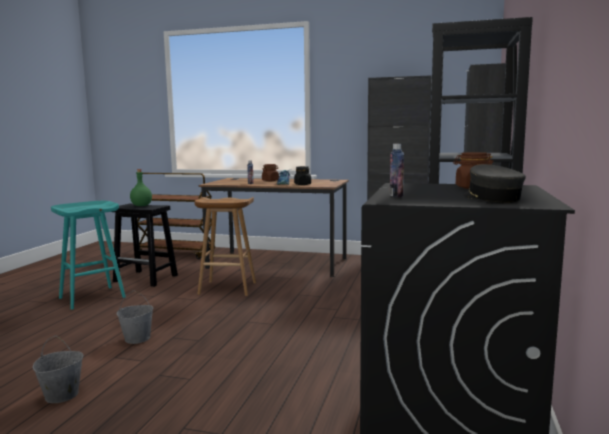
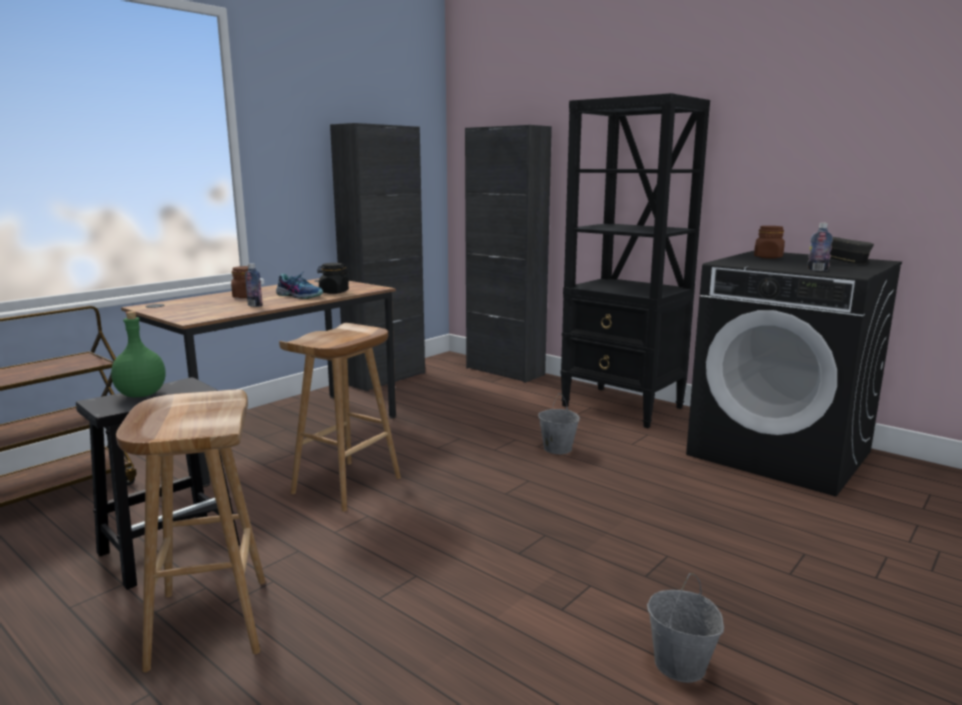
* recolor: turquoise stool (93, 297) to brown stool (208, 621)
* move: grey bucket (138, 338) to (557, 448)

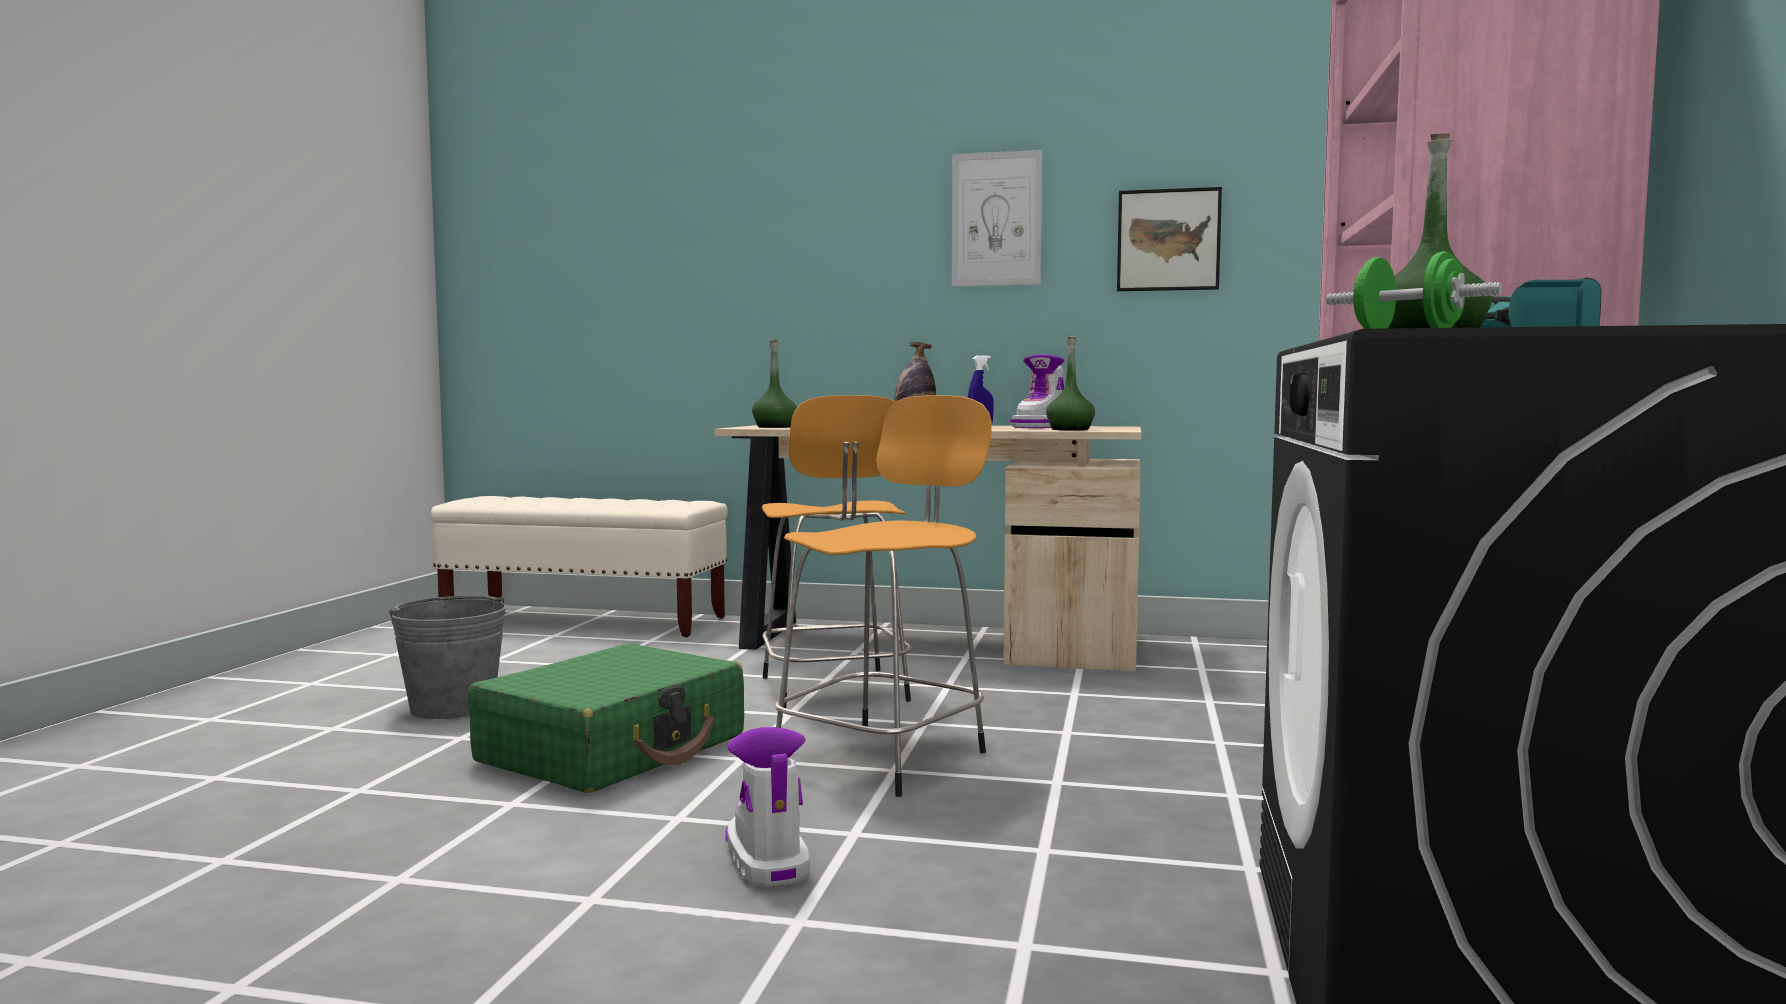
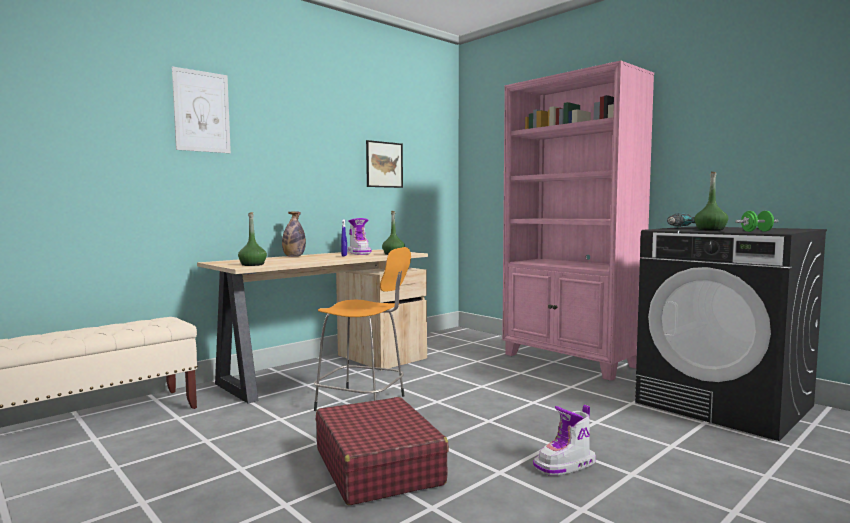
* move: picture (996, 219) to (202, 111)
* delete: orange stool (885, 756)
* delete: grey bucket (453, 707)
* recolor: green suitcase (614, 749) to red suitcase (378, 466)
* rotate: boot (766, 859) = (565, 465) 45 degrees counterclockwise

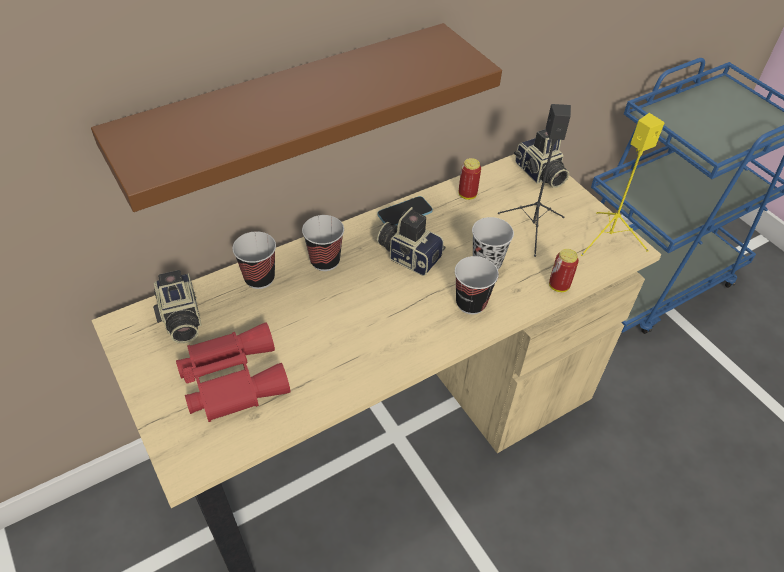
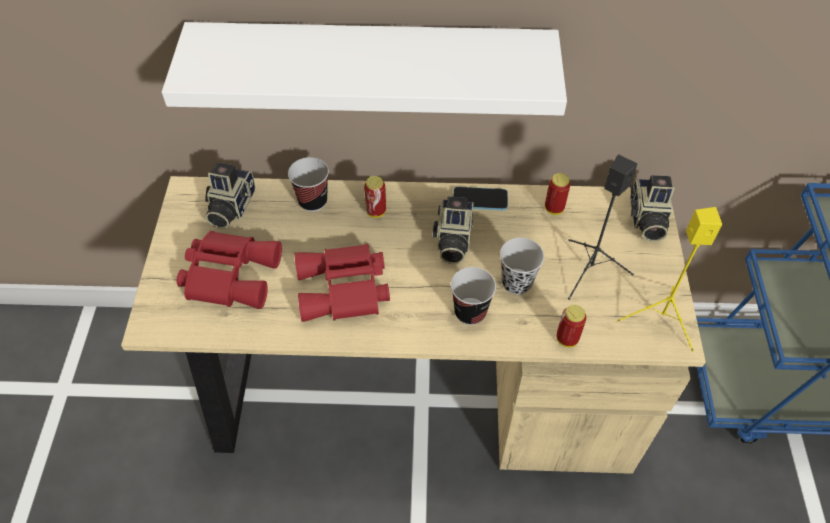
* recolor: brown shelf (288, 114) to white shelf (372, 66)
* rotate: photo camera (409, 255) = (452, 241) 150 degrees counterclockwise
* replace: cup (325, 261) to can (376, 211)
* insert: red binoculars (344, 290)

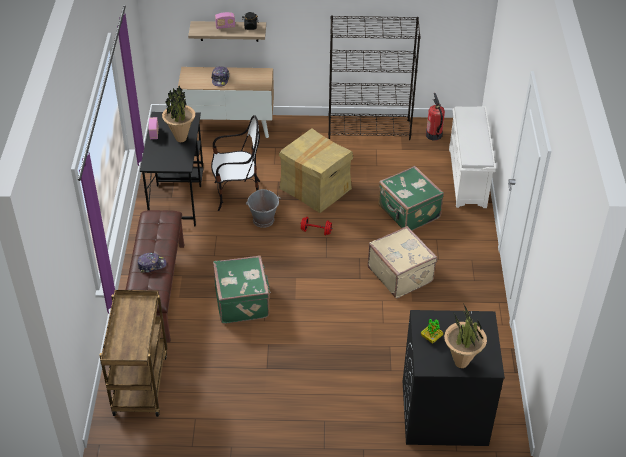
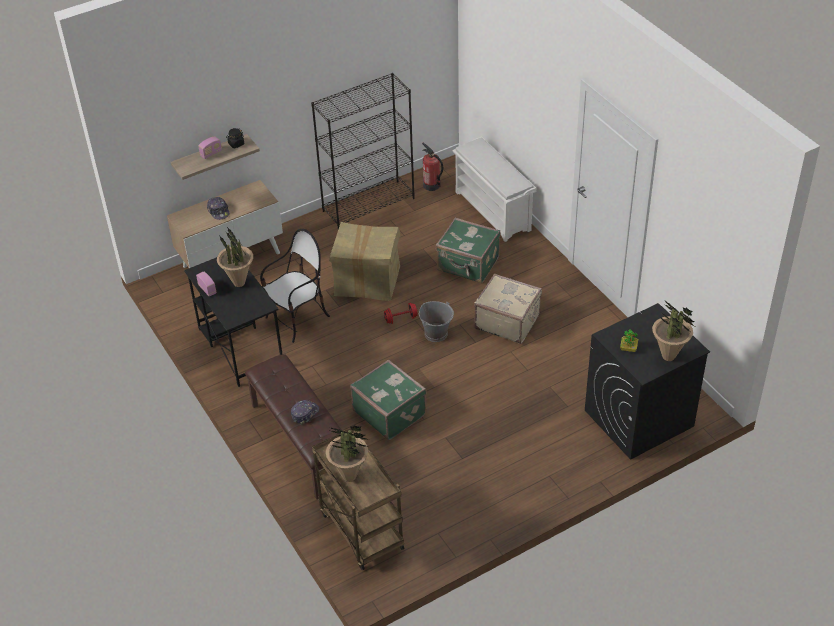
* move: grey bucket (264, 220) to (436, 333)
* insert: potted plant (349, 476)

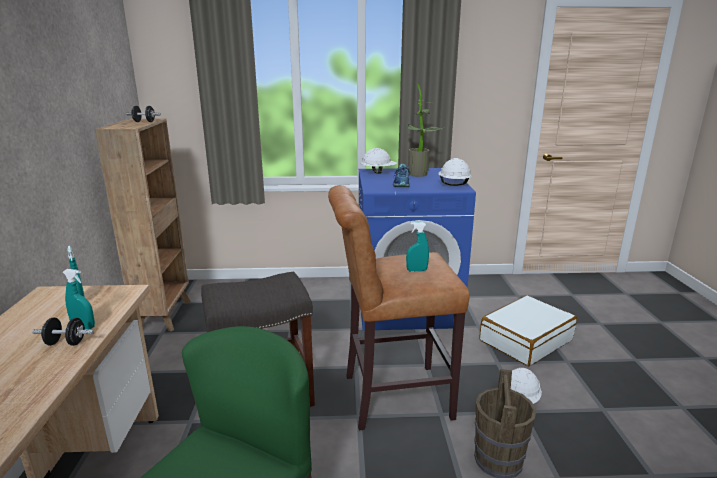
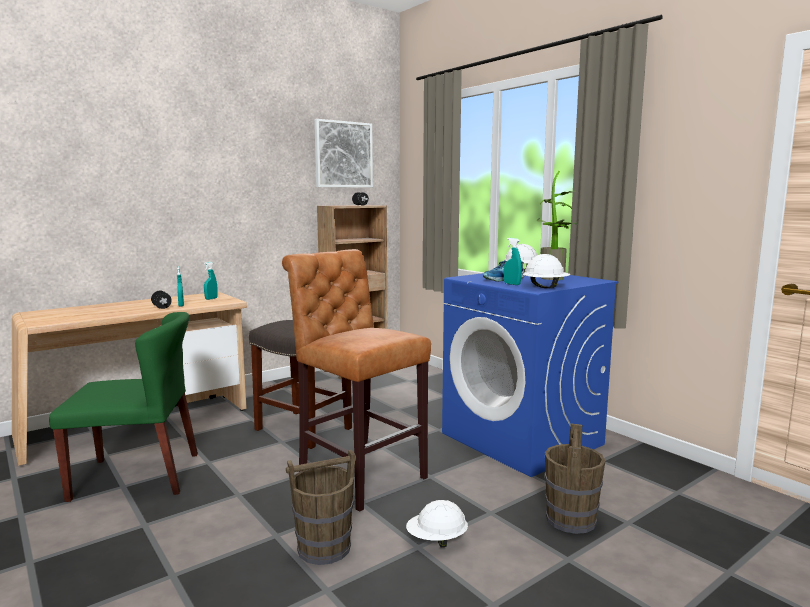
* move: turquoise spray bottle (416, 270) to (512, 284)
* replace: white suitcase (525, 340) to brown bucket (570, 519)
* insert: picture (343, 154)

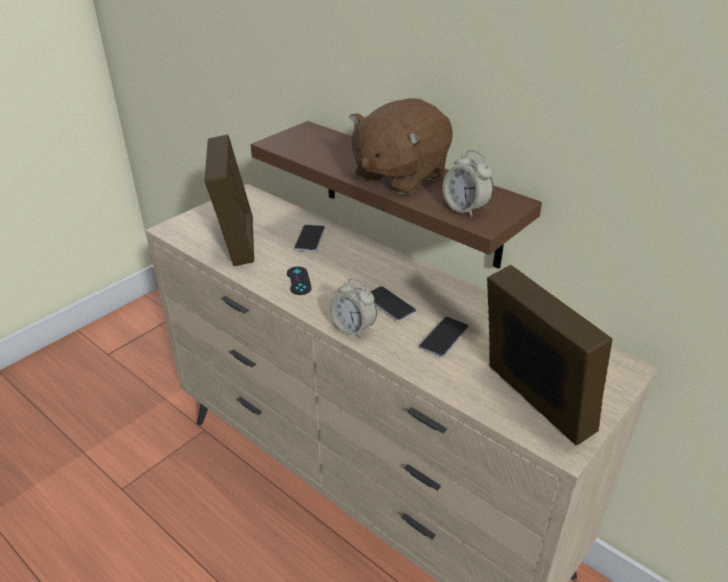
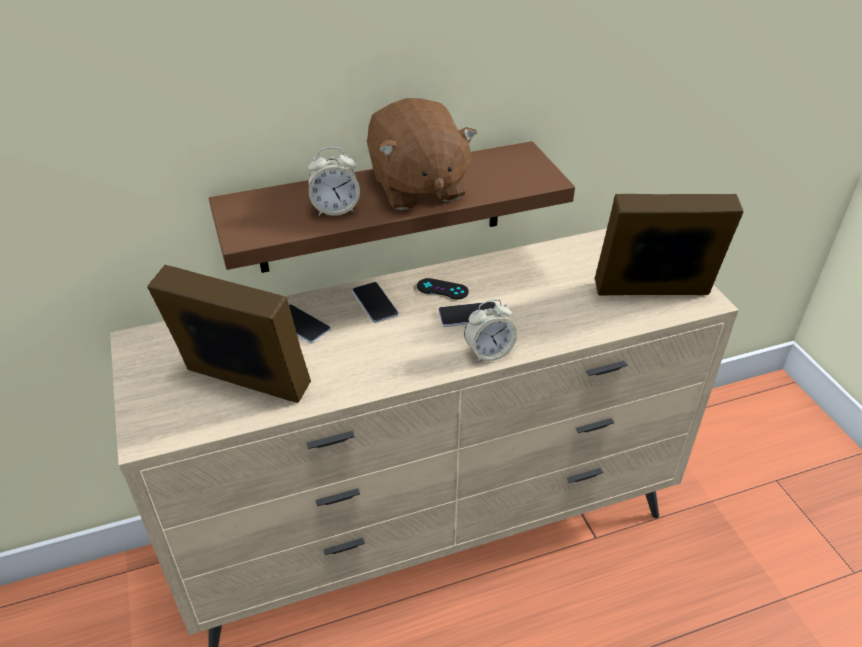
* move: alarm clock (465, 209) to (335, 209)
* move: black game controller (299, 281) to (442, 289)
* move: phone (444, 337) to (375, 303)

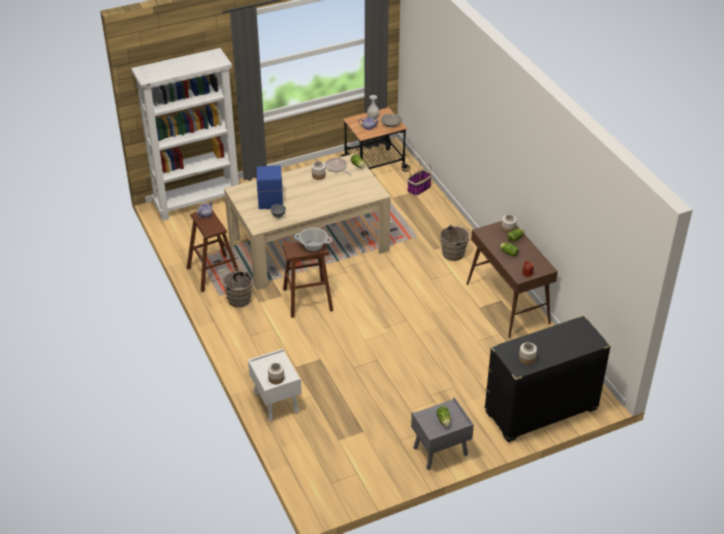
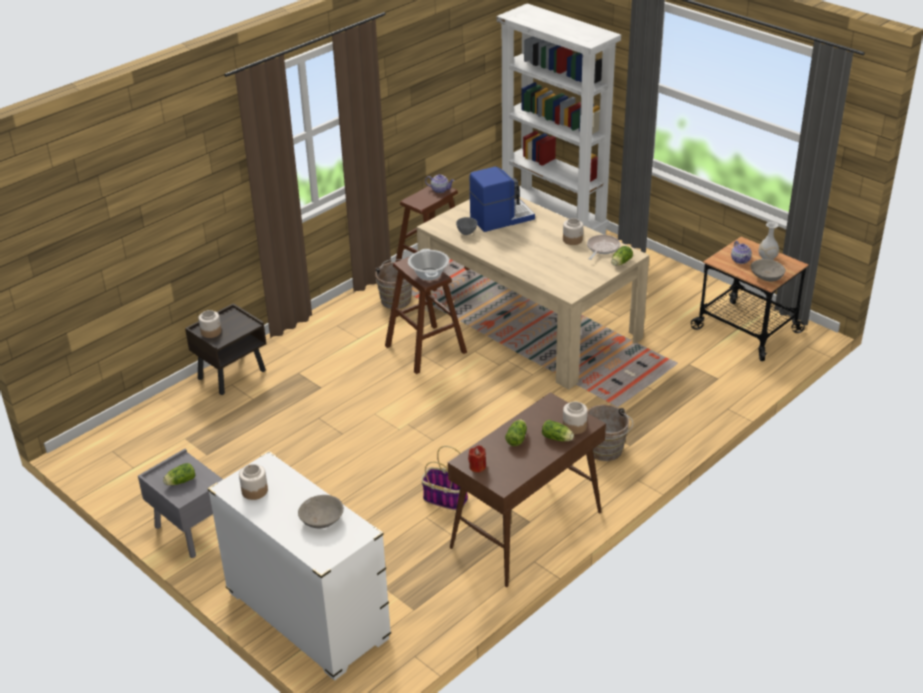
* move: basket (419, 188) to (444, 498)
* recolor: black dresser (540, 411) to white dresser (307, 616)
* recolor: white nightstand (275, 402) to brown nightstand (232, 374)
* insert: grey bowl (322, 519)

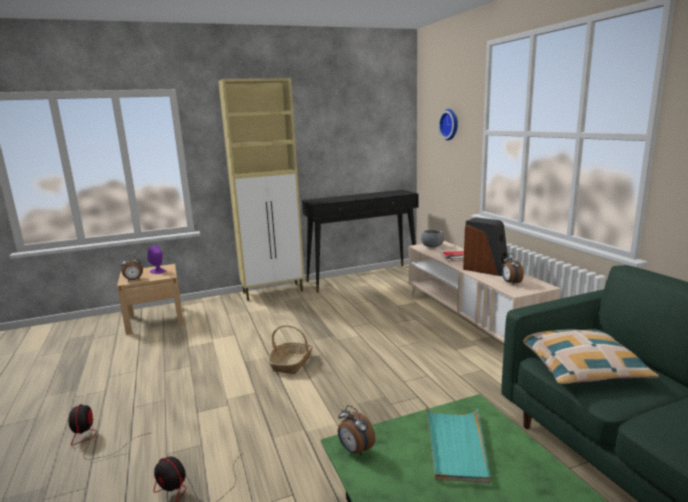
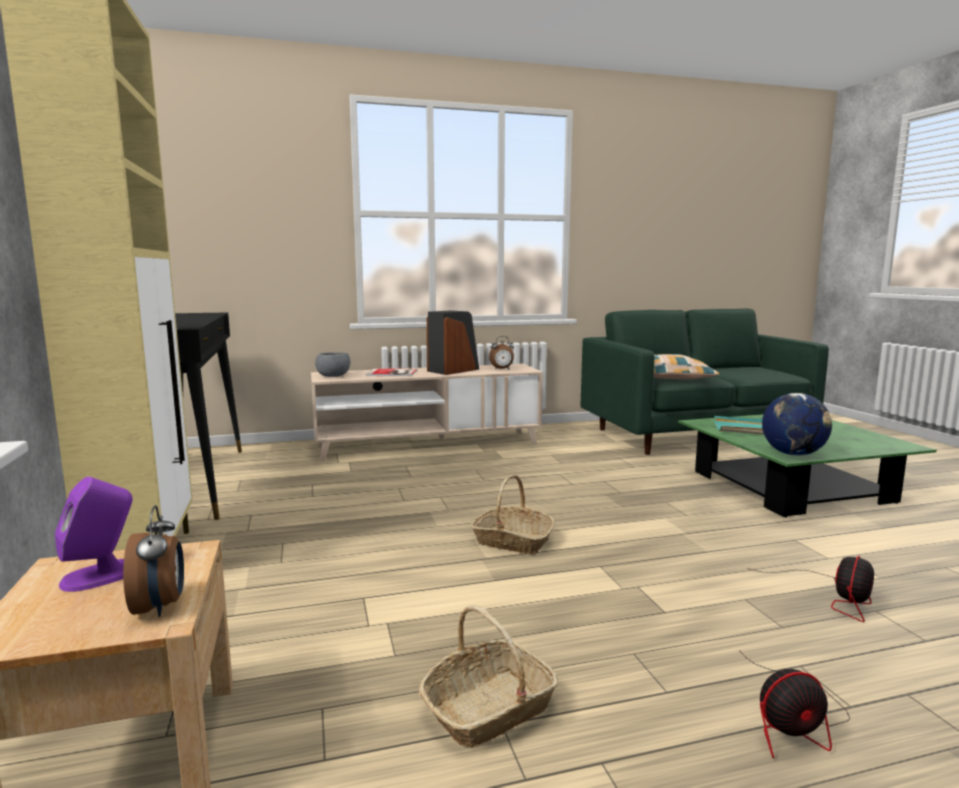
* delete: wall clock (450, 124)
* replace: alarm clock (355, 450) to globe (793, 454)
* insert: basket (489, 709)

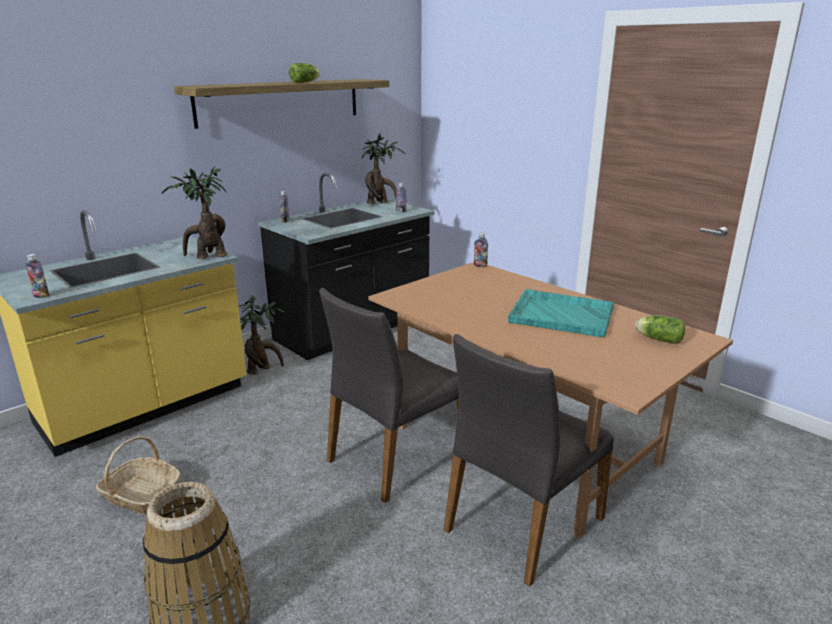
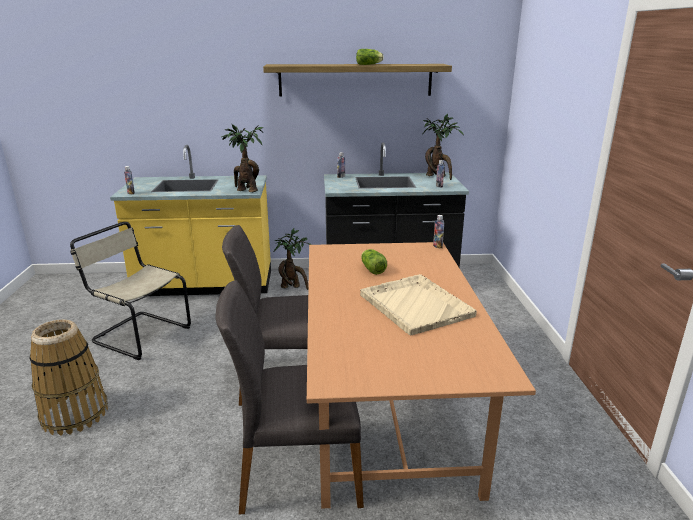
* recolor: turquoise tray (560, 315) to beige tray (415, 305)
* move: lettuce (657, 339) to (372, 269)
* replace: basket (141, 495) to beige chair (139, 334)

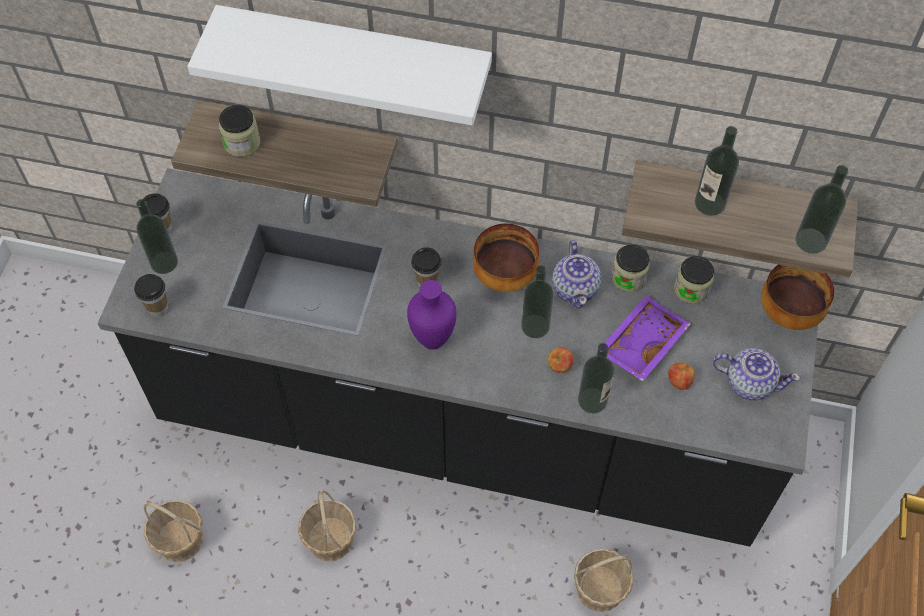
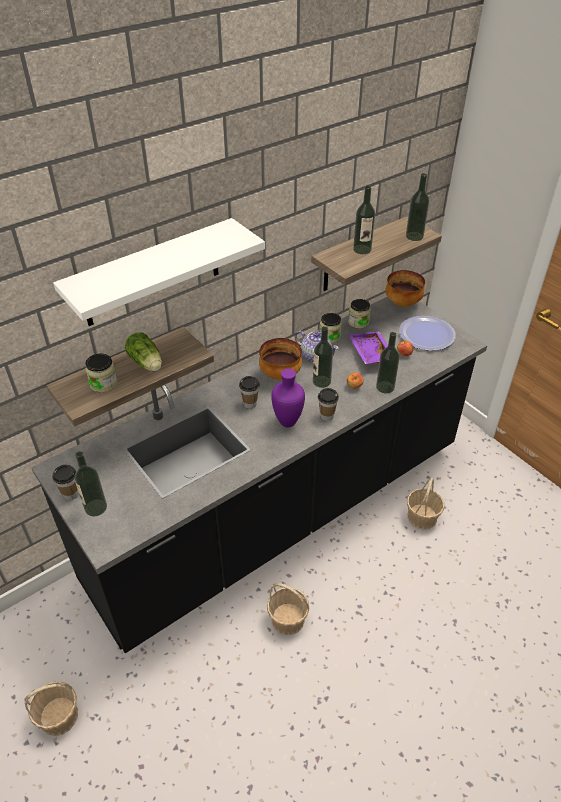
* move: cup (158, 308) to (326, 416)
* replace: teapot (749, 382) to plate (426, 334)
* move: basket (180, 540) to (59, 716)
* insert: lettuce (147, 363)

